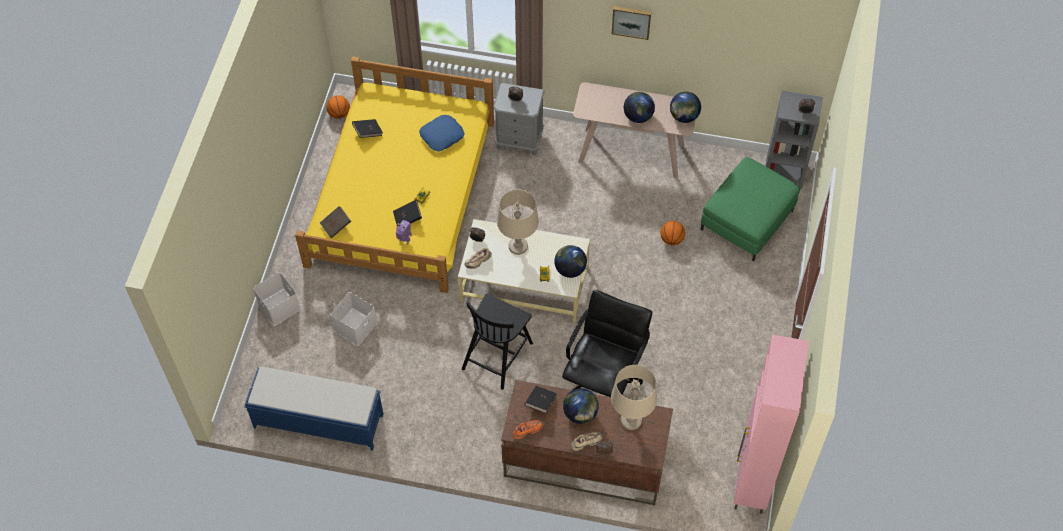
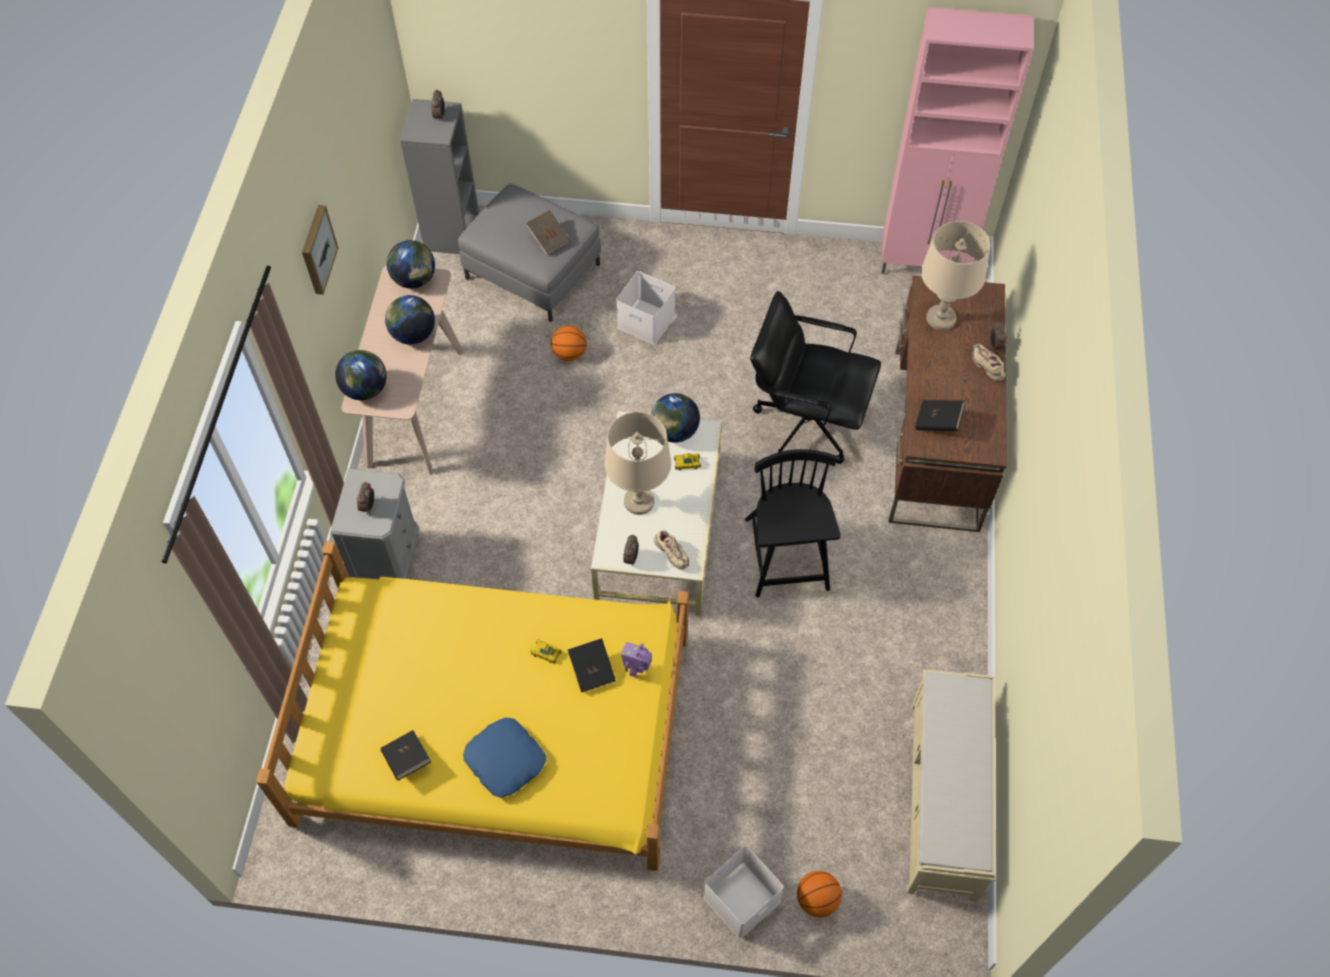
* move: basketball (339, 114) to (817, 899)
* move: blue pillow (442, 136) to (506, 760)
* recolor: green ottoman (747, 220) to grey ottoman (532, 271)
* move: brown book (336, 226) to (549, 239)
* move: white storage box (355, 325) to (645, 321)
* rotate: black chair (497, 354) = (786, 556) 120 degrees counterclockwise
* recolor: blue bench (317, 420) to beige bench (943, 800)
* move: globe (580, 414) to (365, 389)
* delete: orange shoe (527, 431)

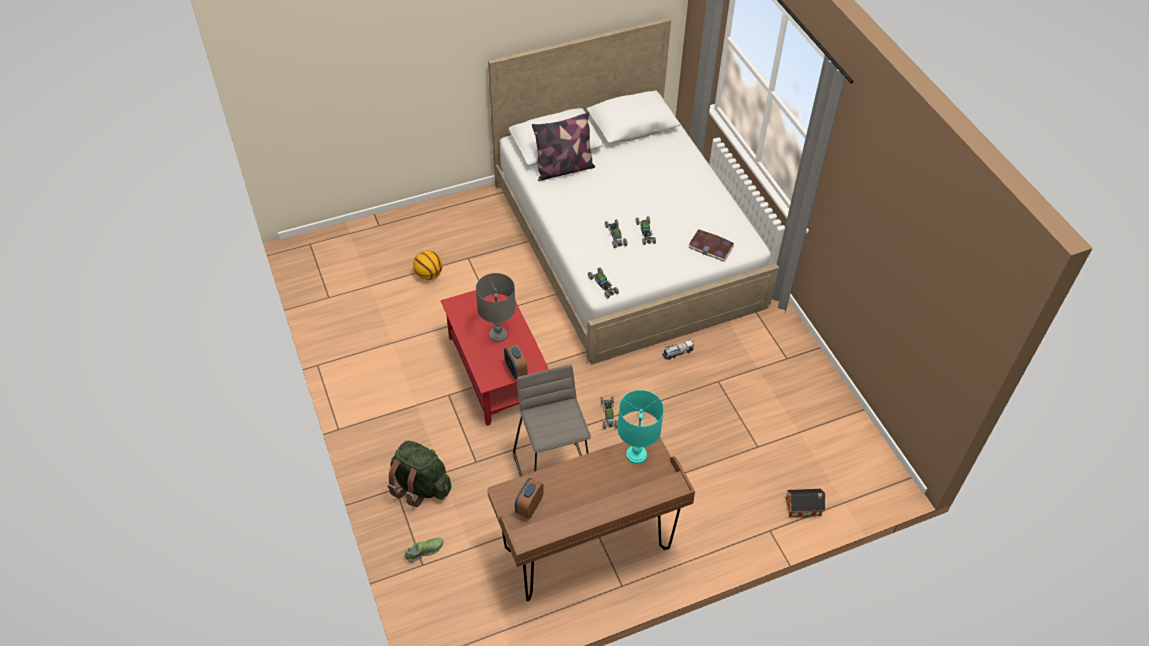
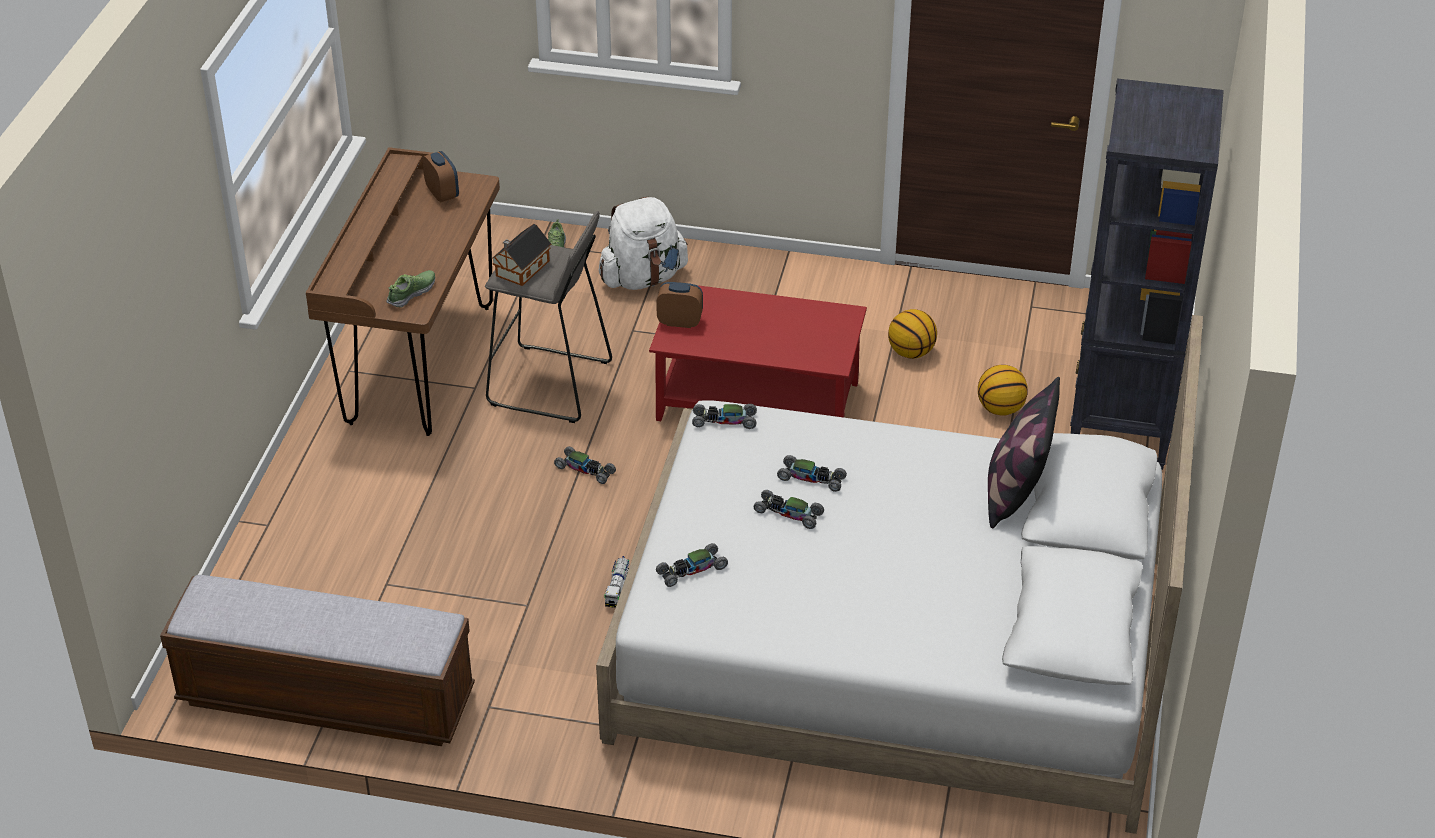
* replace: book (711, 247) to toy car (691, 570)
* delete: grey table lamp (498, 335)
* replace: turquoise table lamp (636, 455) to shoe (412, 293)
* recolor: green backpack (420, 486) to white backpack (643, 278)
* move: toy house (804, 507) to (520, 269)
* insert: black bookcase (1119, 426)
* insert: basketball (911, 353)
* insert: bench (326, 698)

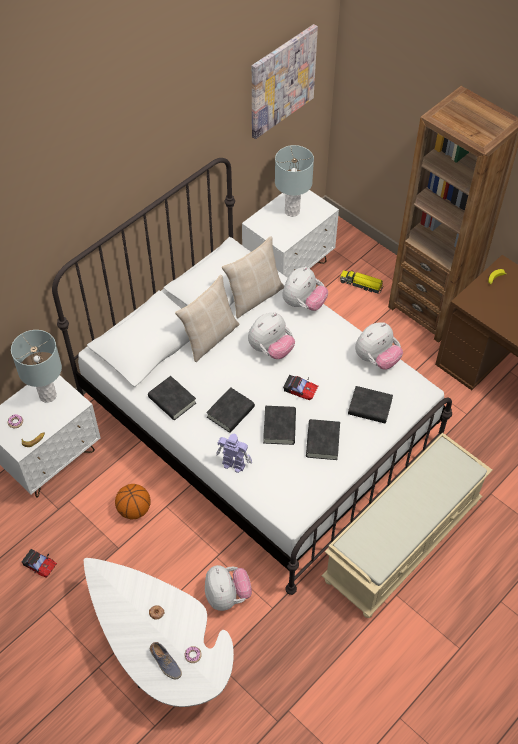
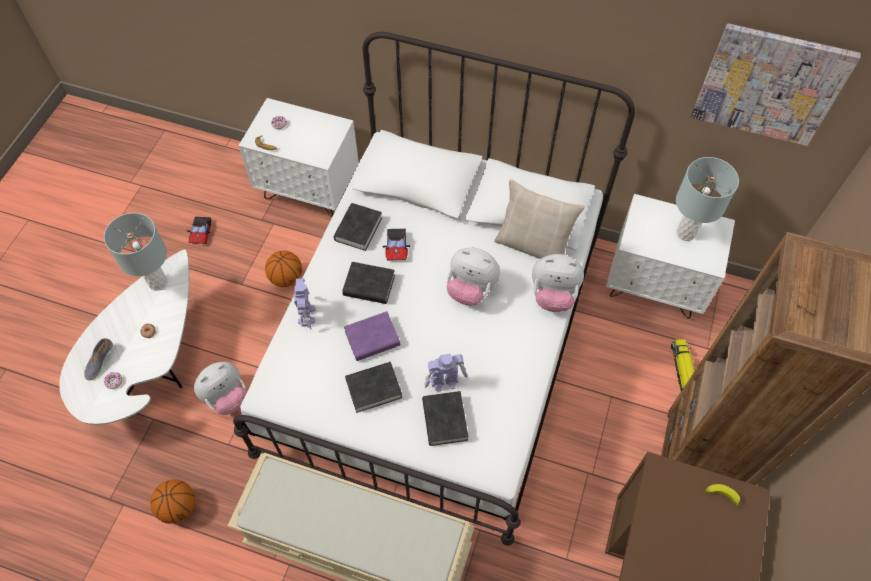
* delete: beige pillow (210, 337)
* delete: plush toy (376, 359)
* move: grey table lamp (48, 395) to (158, 283)
* move: toy car (300, 389) to (396, 247)
* recolor: black book (279, 427) to purple book (372, 339)
* insert: toy robot (445, 381)
* insert: basketball (178, 507)

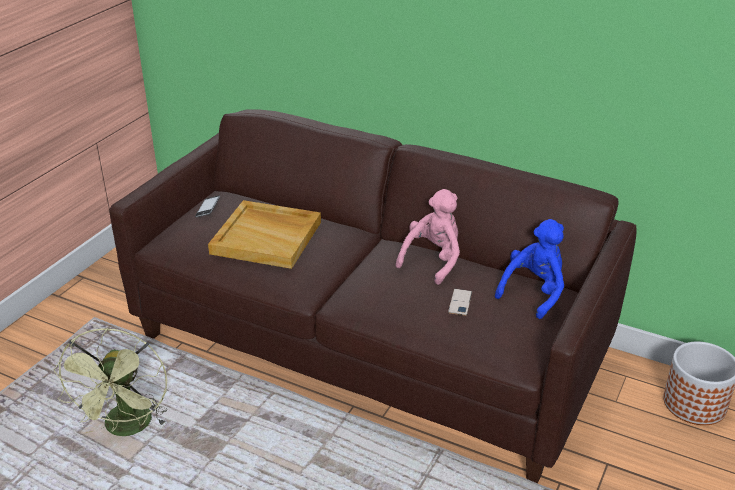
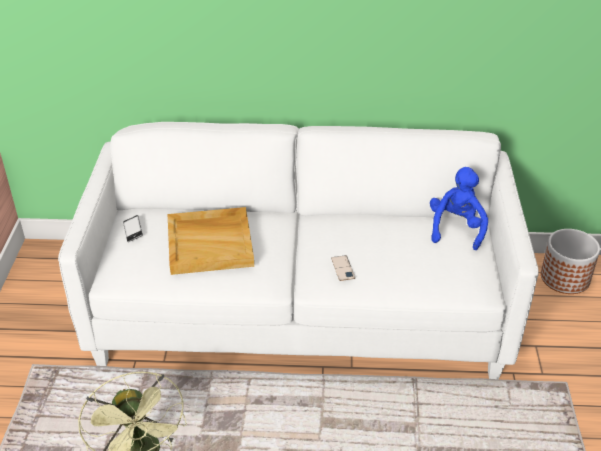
* recolor: brown sofa (369, 346) to white sofa (301, 310)
* delete: pink plush toy (433, 260)
* move: phone (460, 302) to (343, 268)

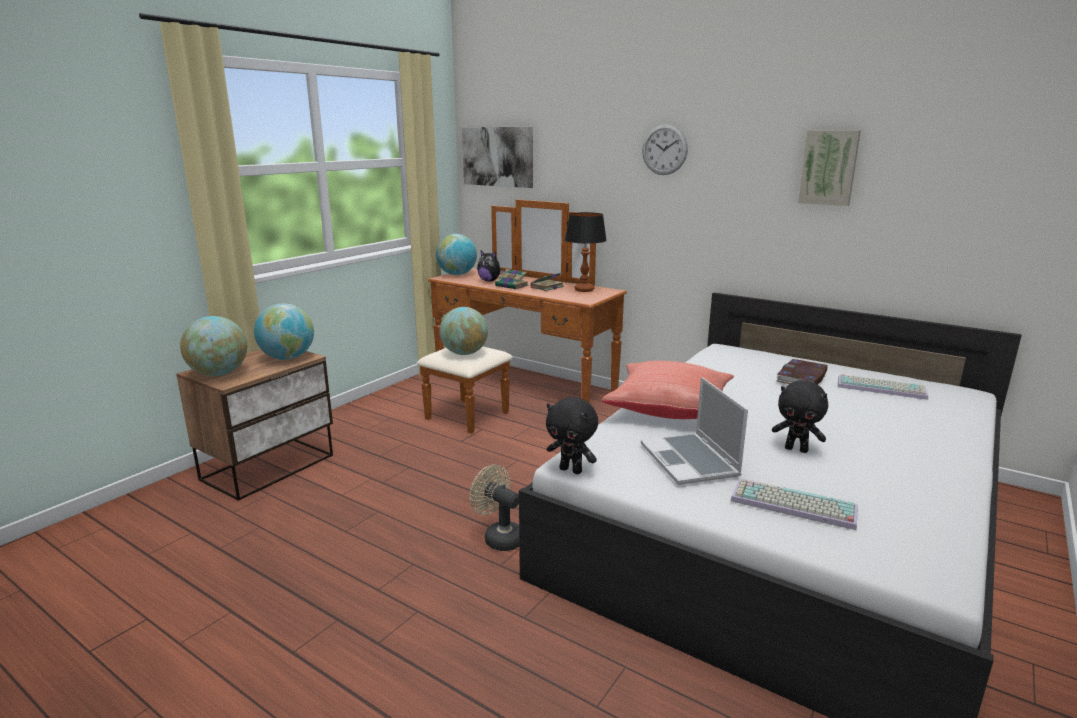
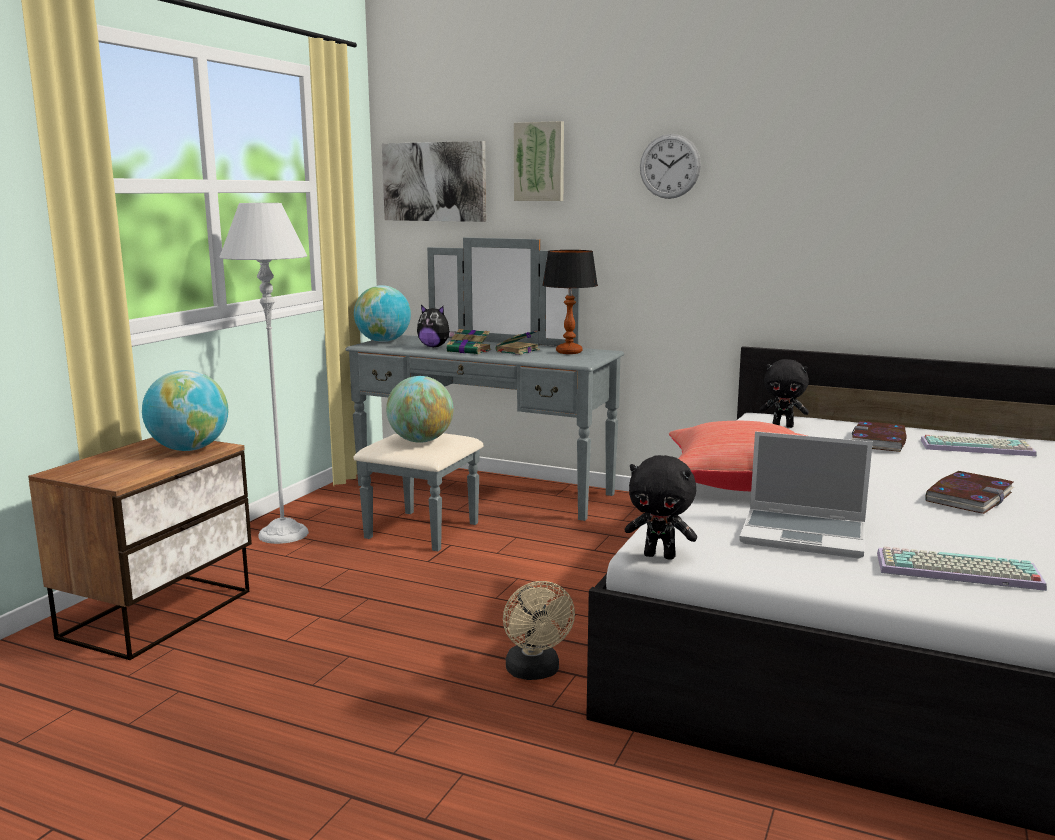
* move: picture (829, 167) to (540, 162)
* recolor: brown dresser (512, 392) to grey dresser (472, 498)
* delete: globe (219, 374)
* rotate: laptop (690, 461) = (805, 535) 45 degrees counterclockwise
* move: black plush toy (796, 449) to (783, 426)
* rotate: beige fan (499, 537) = (535, 672) 135 degrees counterclockwise
* insert: grey floor lamp (283, 534)
* insert: book (968, 496)

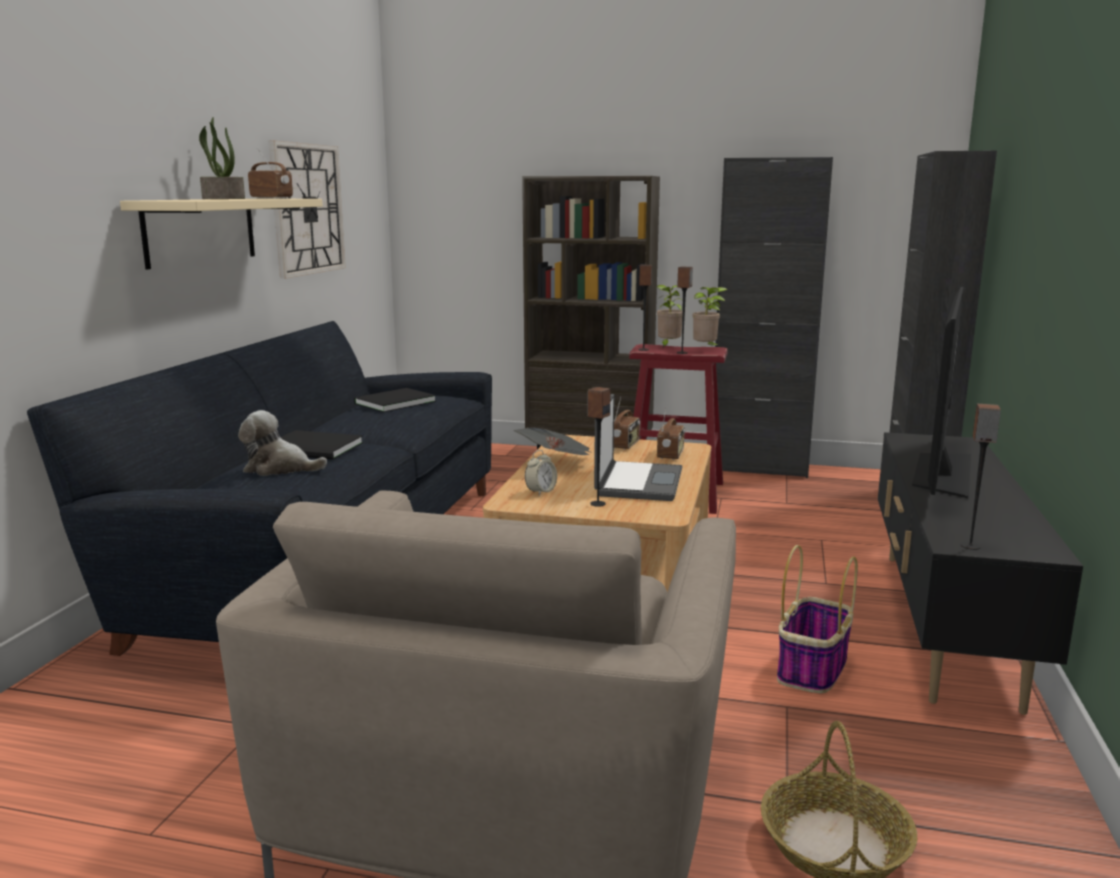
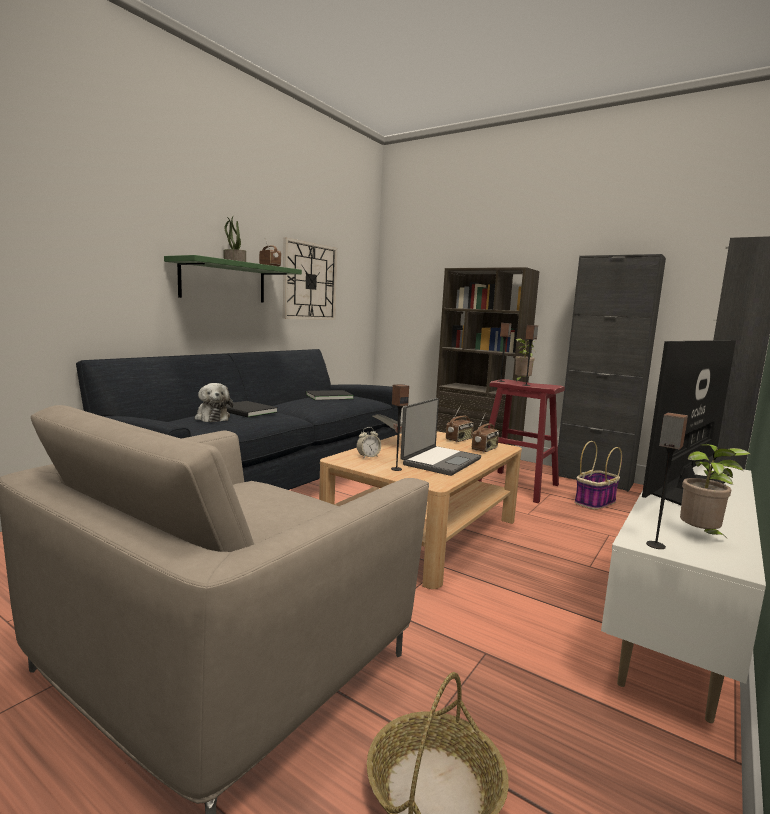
* recolor: beige shelf (201, 231) to green shelf (223, 282)
* move: potted plant (706, 349) to (701, 537)
* rotate: plush toy (279, 468) = (212, 417) 150 degrees counterclockwise
* recolor: black tv stand (943, 624) to white tv stand (675, 621)
* move: basket (812, 670) to (595, 502)

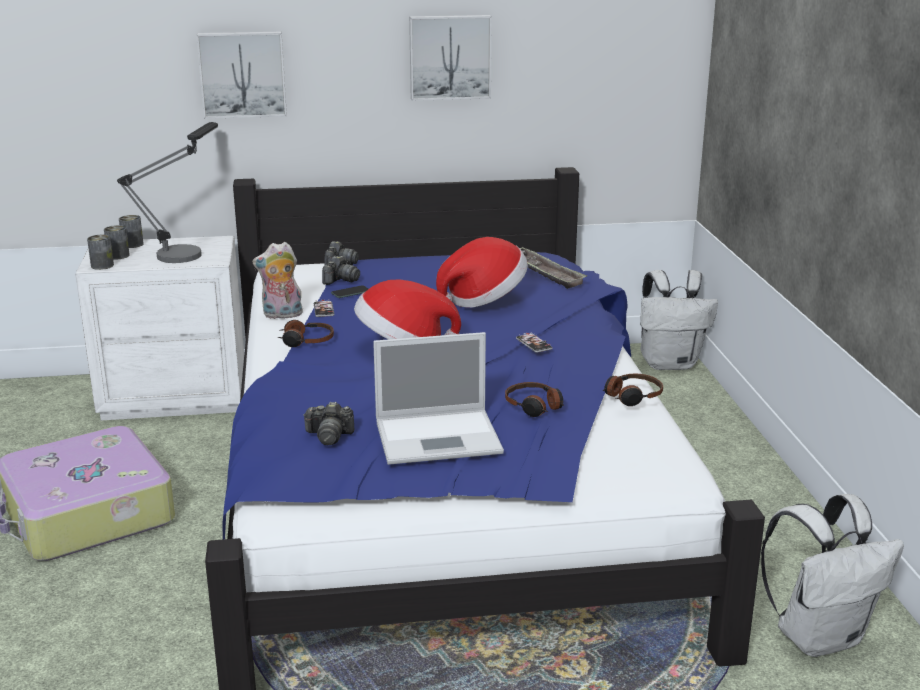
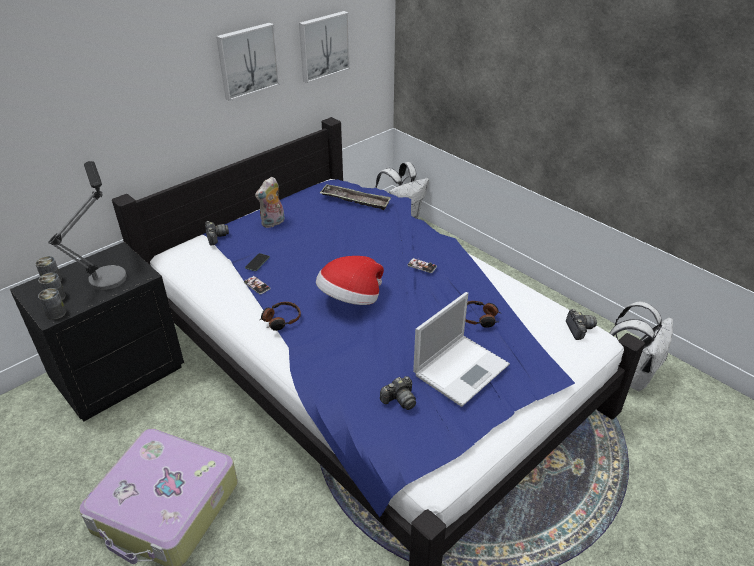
* move: picture (242, 74) to (323, 46)
* recolor: white nightstand (175, 395) to black nightstand (118, 373)
* delete: hat (483, 299)
* move: plush toy (281, 315) to (273, 223)
* move: photo camera (341, 280) to (579, 329)
* delete: headphones (632, 396)

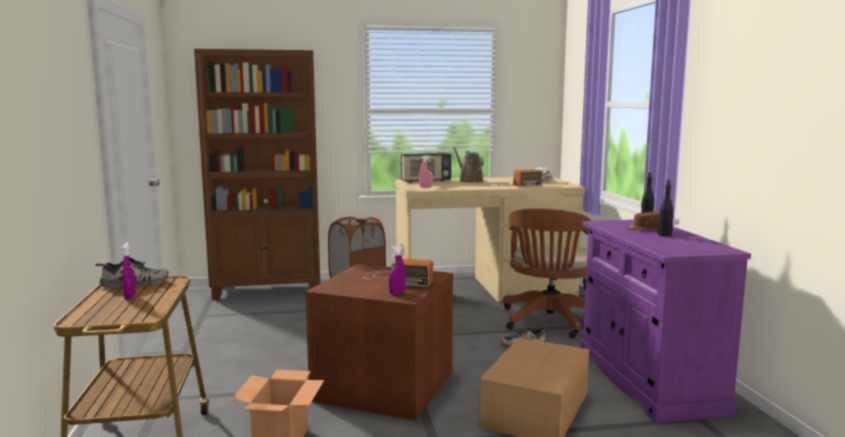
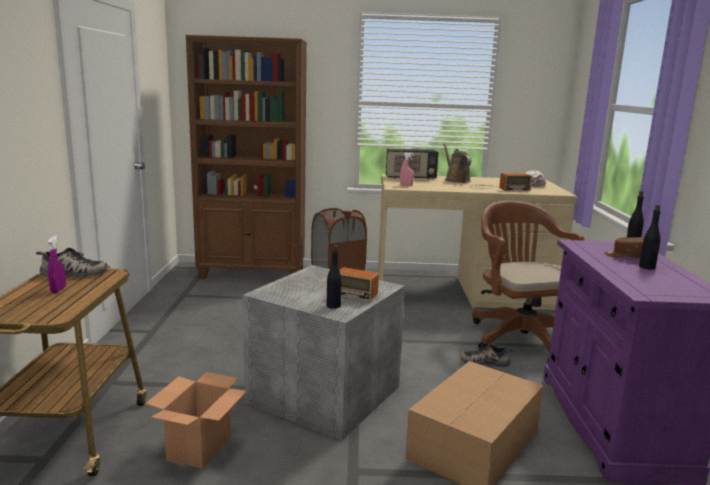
* rotate: brown office chair (549, 322) = (520, 337) 135 degrees clockwise
* replace: purple spray bottle (397, 292) to black bottle (333, 306)
* recolor: brown storage box (386, 385) to grey storage box (326, 394)

